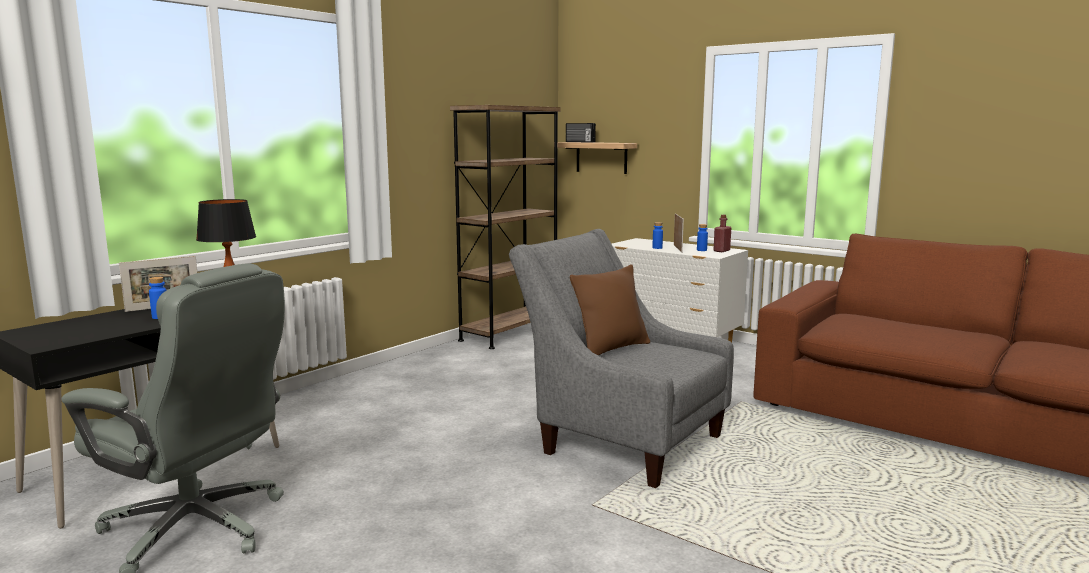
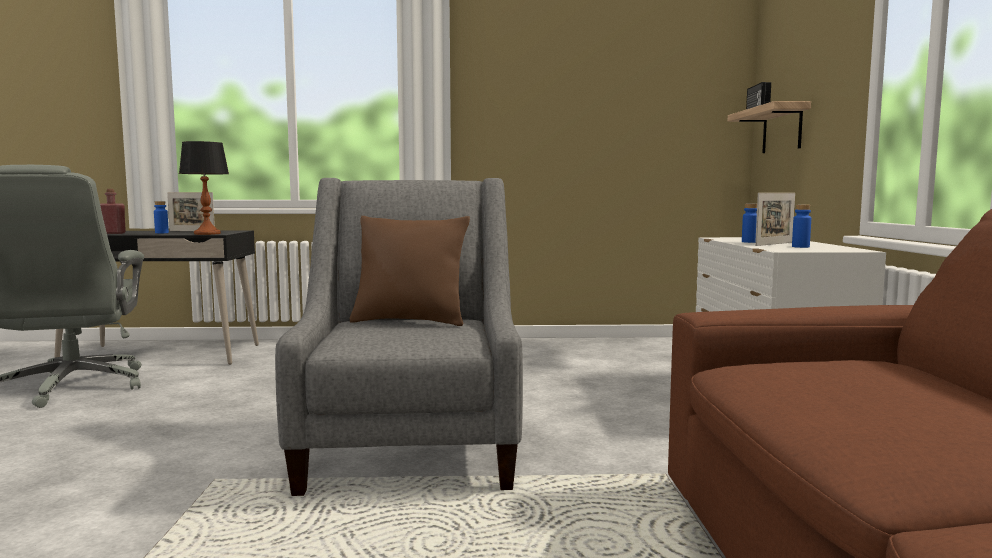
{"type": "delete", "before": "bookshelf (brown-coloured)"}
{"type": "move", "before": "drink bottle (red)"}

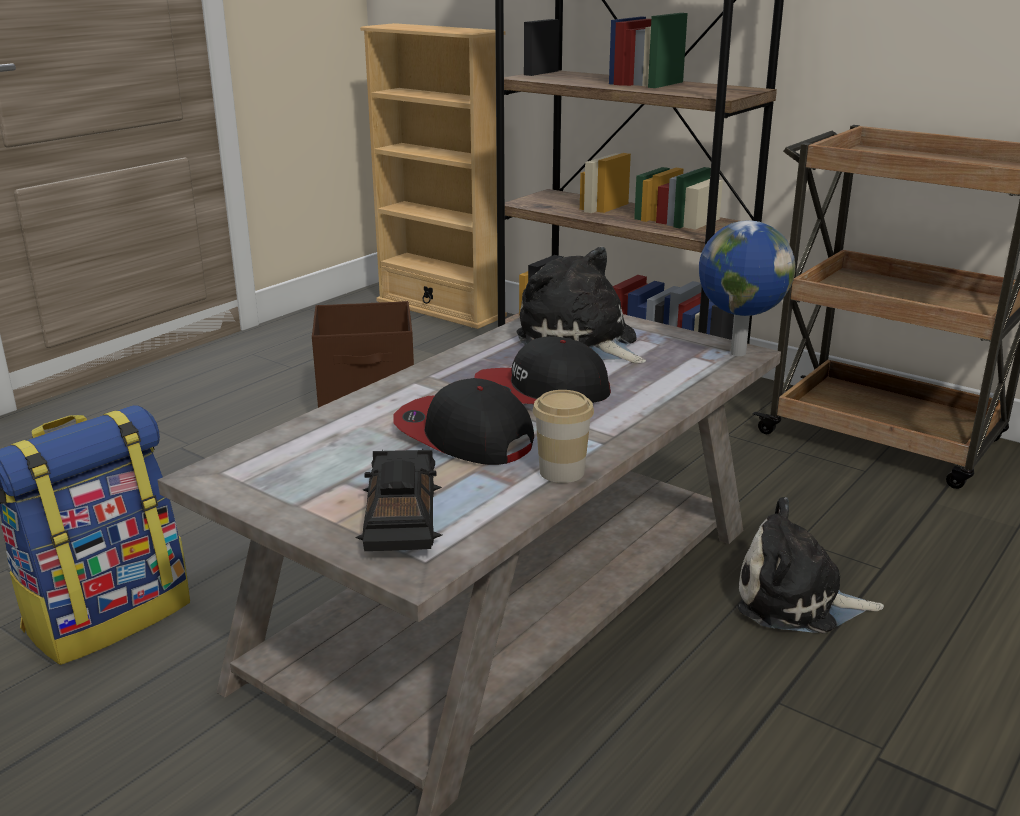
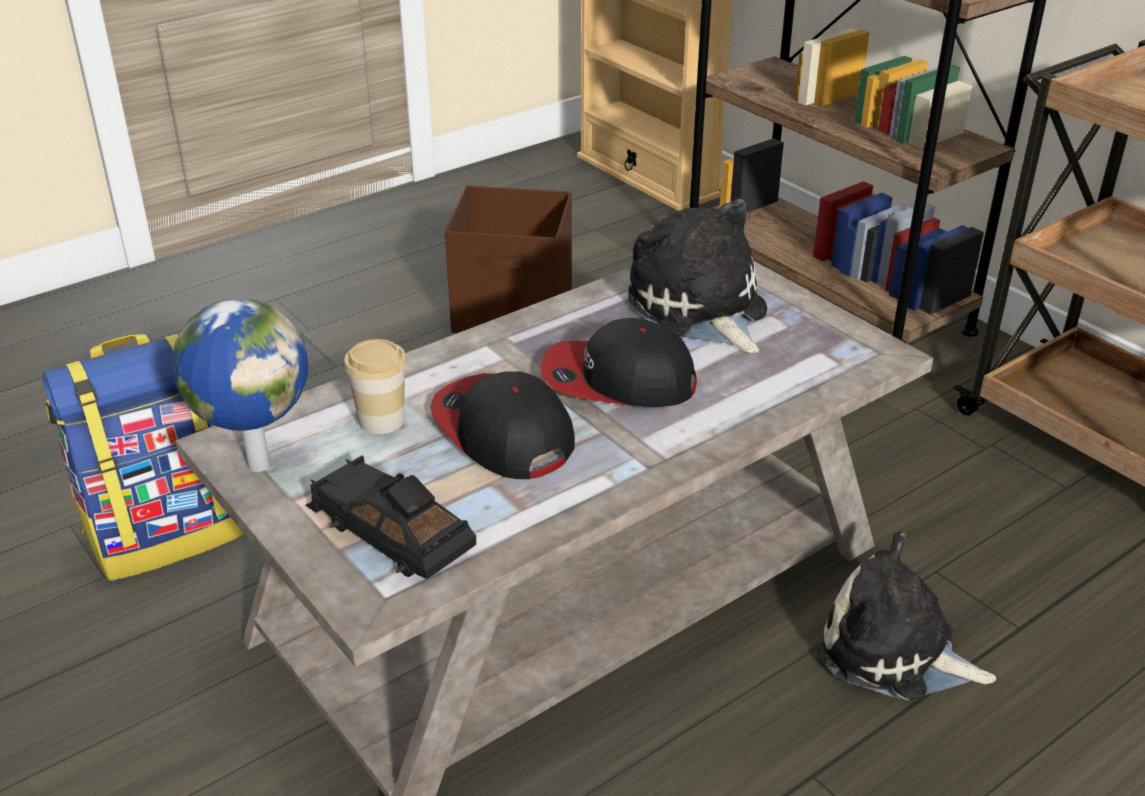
{"type": "move", "before": "small cup"}
{"type": "move", "before": "desk globe"}
{"type": "rotate", "before": "model car (black)", "turn": -60}

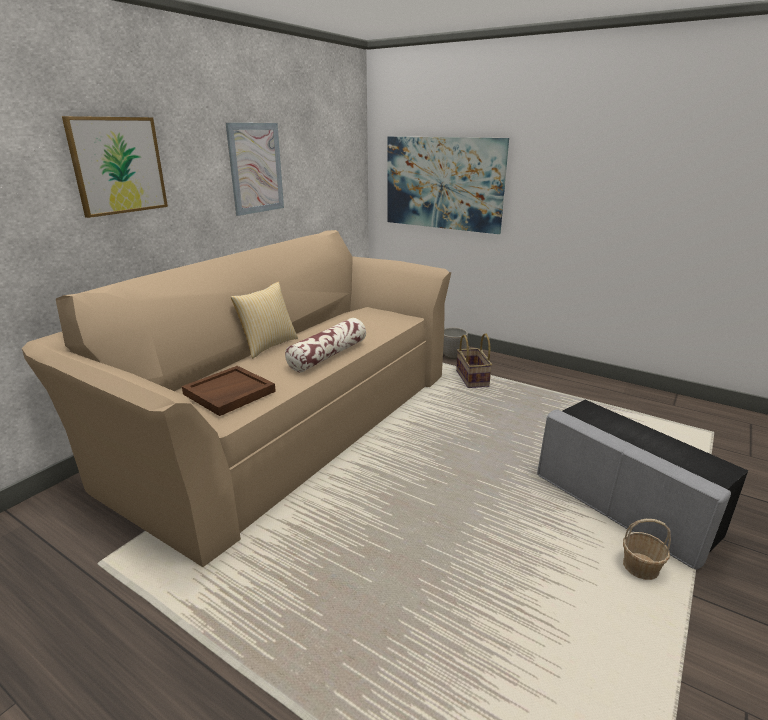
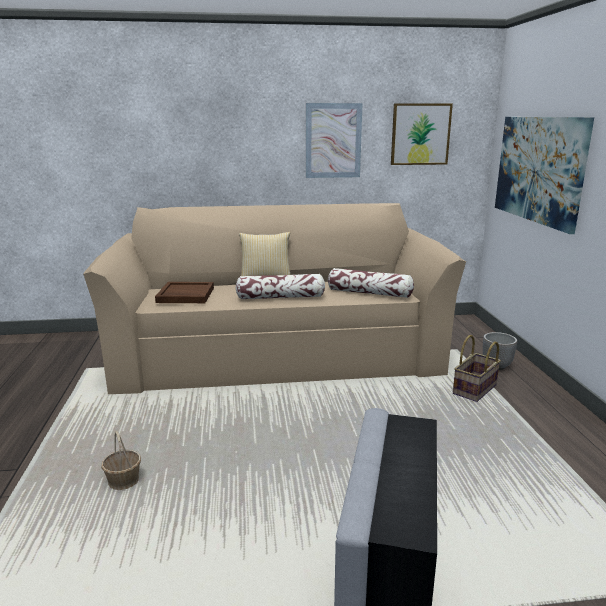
{"type": "insert", "after": "cushion (3rd from left)"}
{"type": "move", "before": "wall picture (1st from left in the first image)", "after": "wall picture (2nd from left)"}
{"type": "move", "before": "basket (2nd from left in the first image)", "after": "basket (1st from left)"}

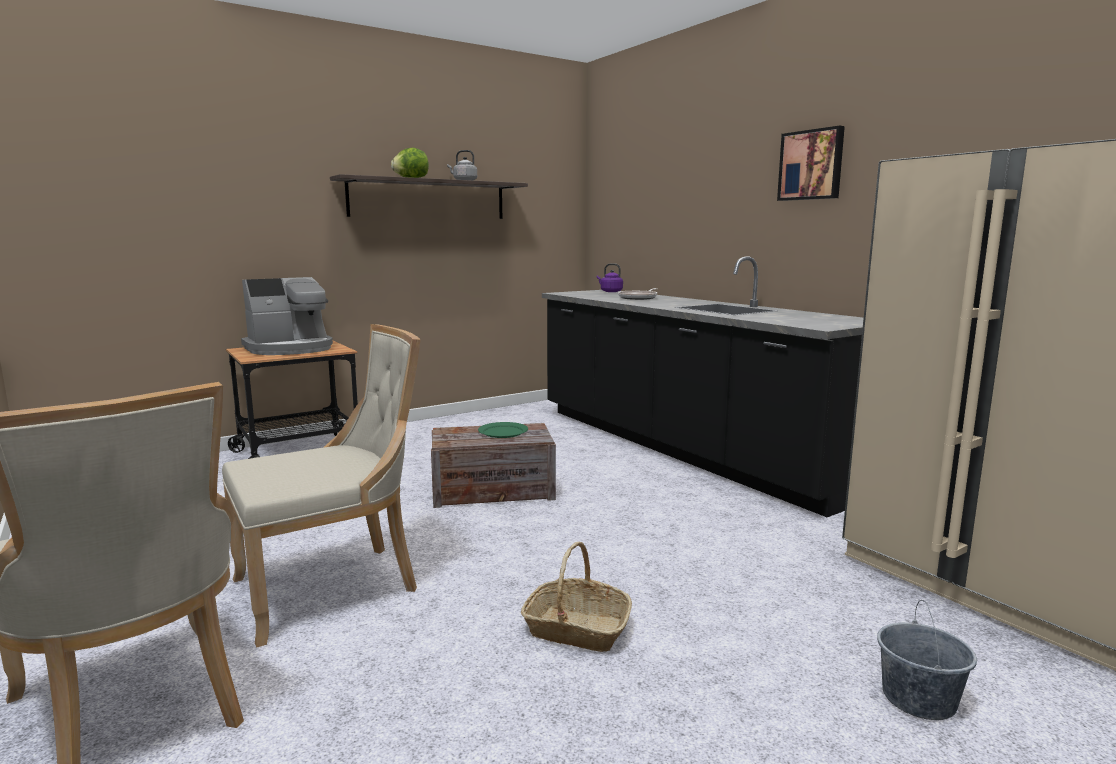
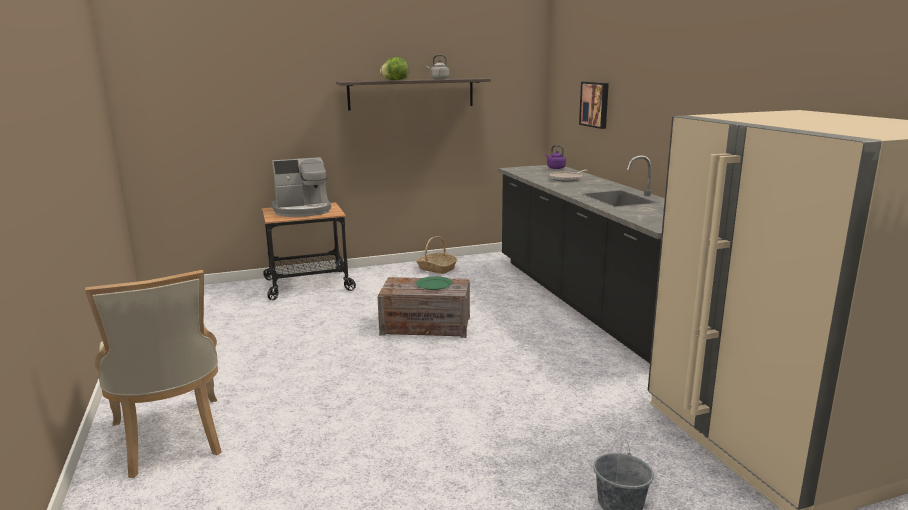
{"type": "delete", "before": "upright chair (sand-coloured) (2nd from left)"}
{"type": "move", "before": "basket"}
{"type": "move", "before": "wall picture"}

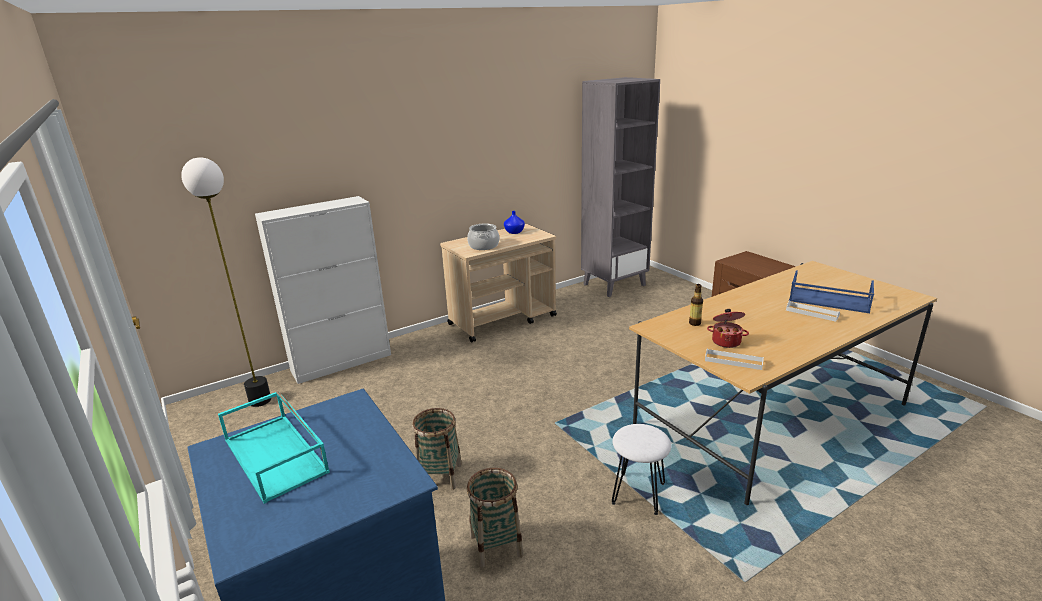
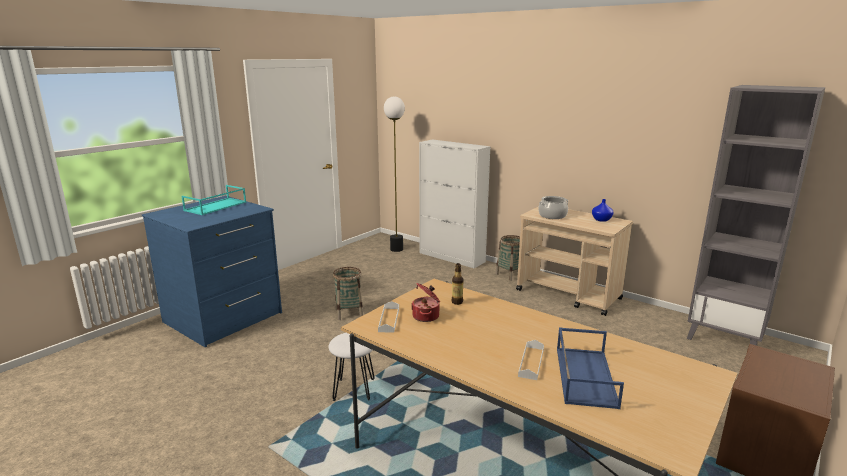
{"type": "move", "before": "basket (2nd from left)"}

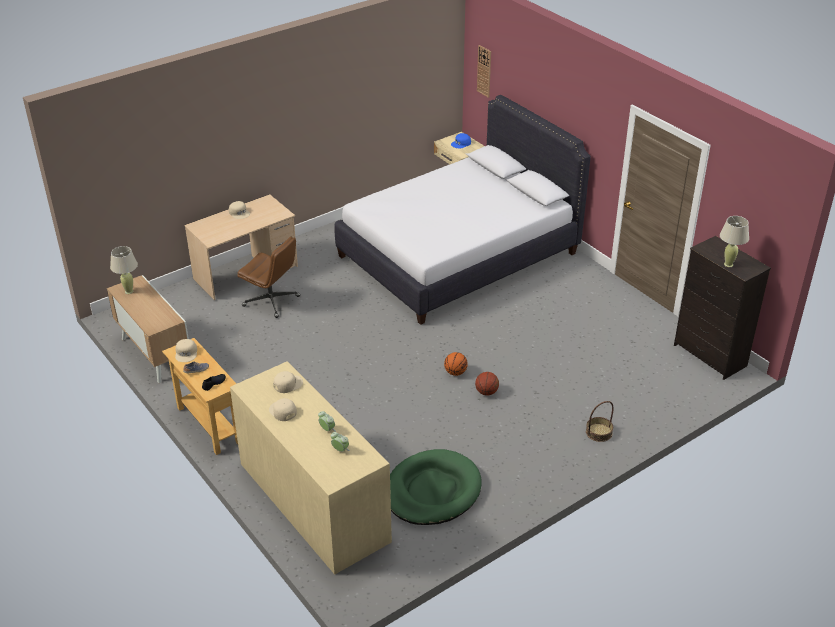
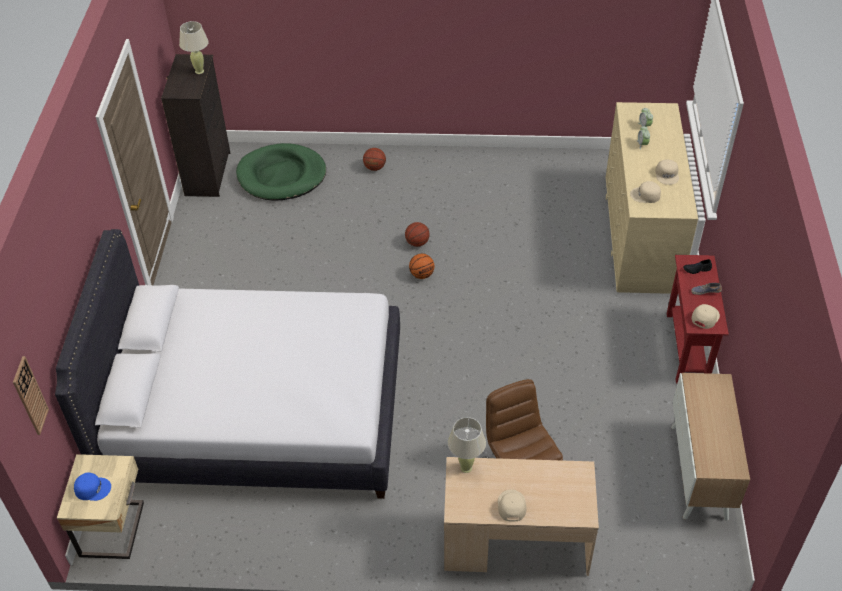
{"type": "move", "before": "tabletop lamp (sand-coloured) (1st from left in the first image)", "after": "tabletop lamp (sand-coloured) (2nd from left)"}
{"type": "move", "before": "dog bed (greenish)"}
{"type": "replace", "before": "basket", "after": "basketball ball (1st from left)"}
{"type": "recolor", "before": "narrow table (sand-coloured)", "after": "narrow table (red)"}

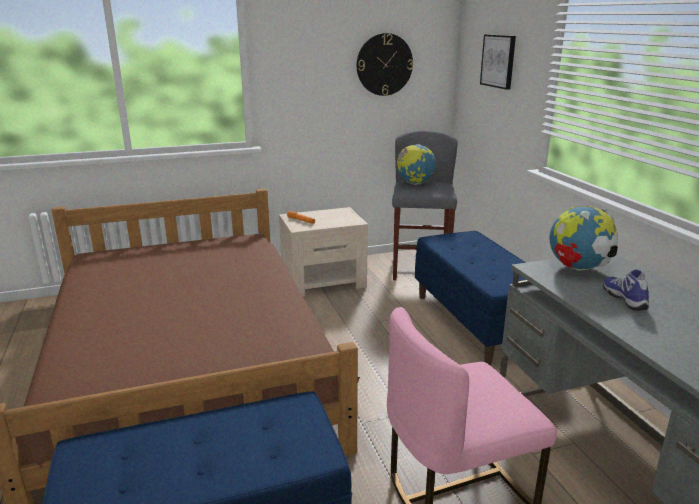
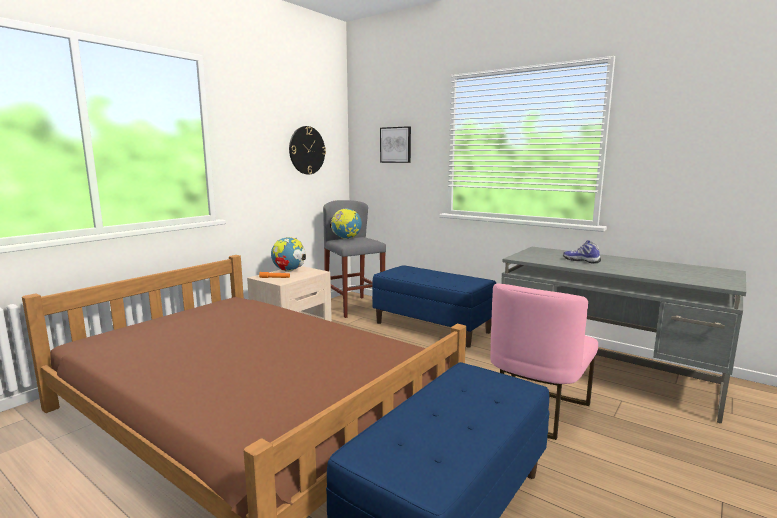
{"type": "move", "before": "desk globe (2nd from left in the first image)", "after": "desk globe (1st from left)"}

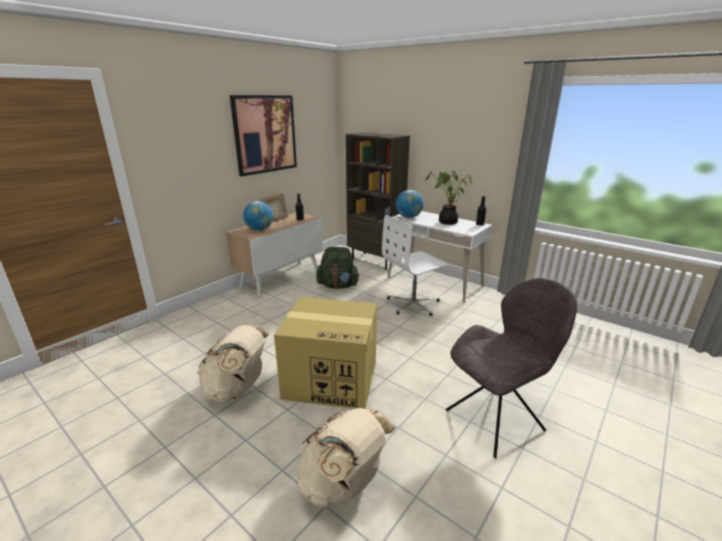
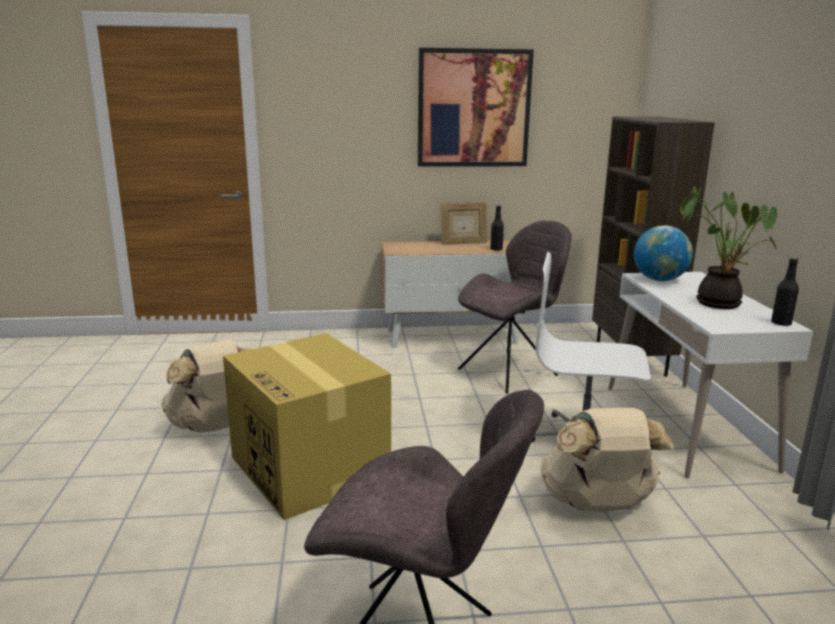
{"type": "delete", "before": "desk globe (1st from left)"}
{"type": "move", "before": "knapsack (sand-coloured) (2nd from left)"}
{"type": "replace", "before": "knapsack (greenish)", "after": "upright chair (grey) (2nd from left)"}

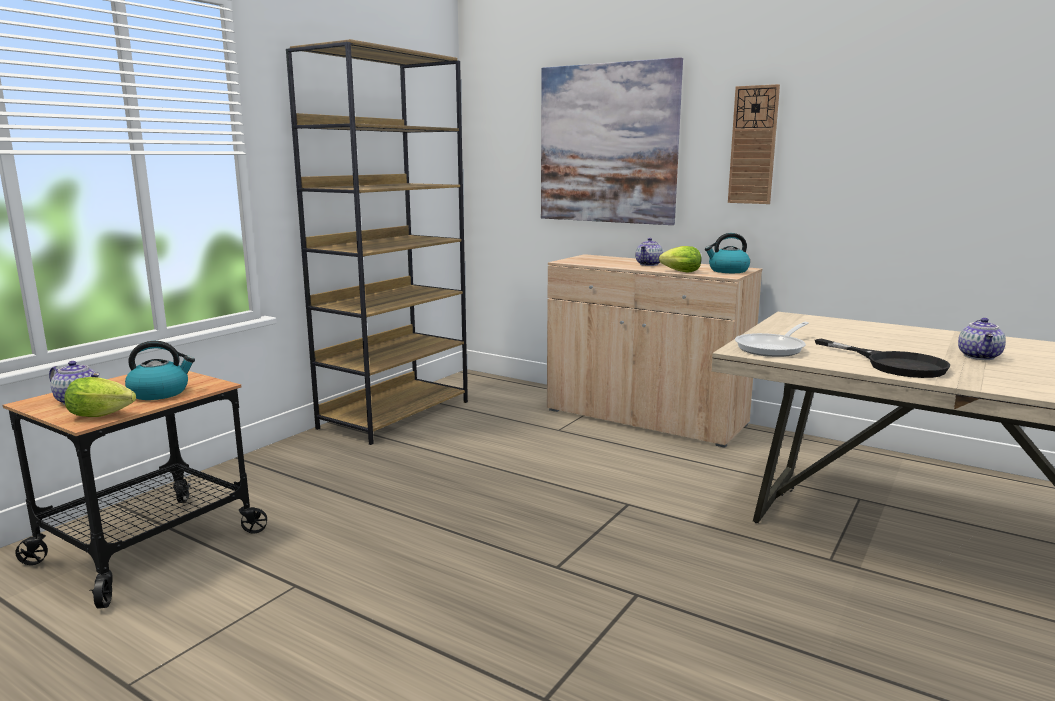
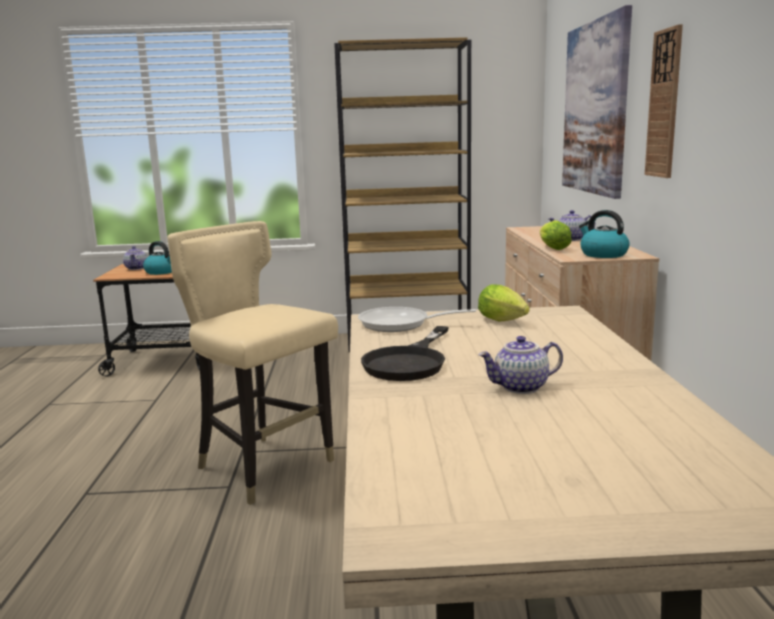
{"type": "insert", "after": "upright chair (sand-coloured)"}
{"type": "move", "before": "head of lettuce (1st from left)"}

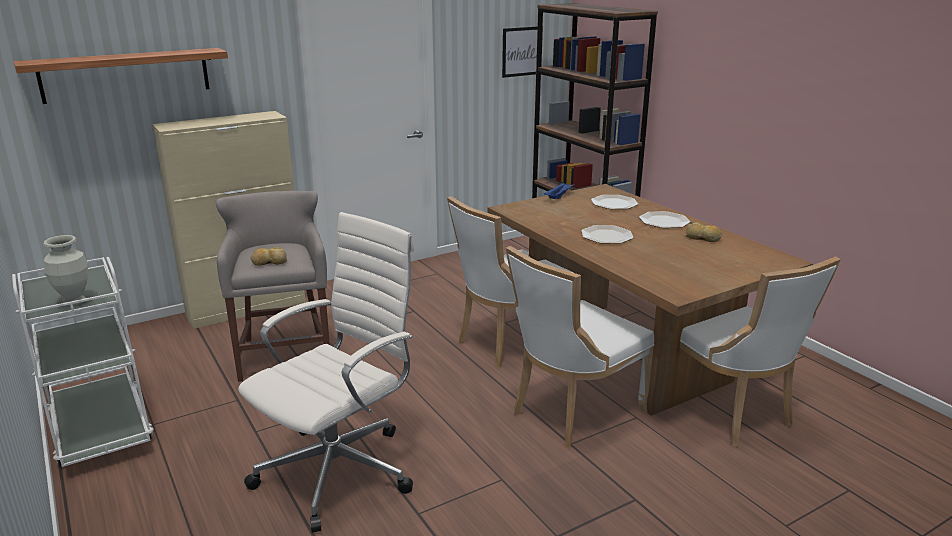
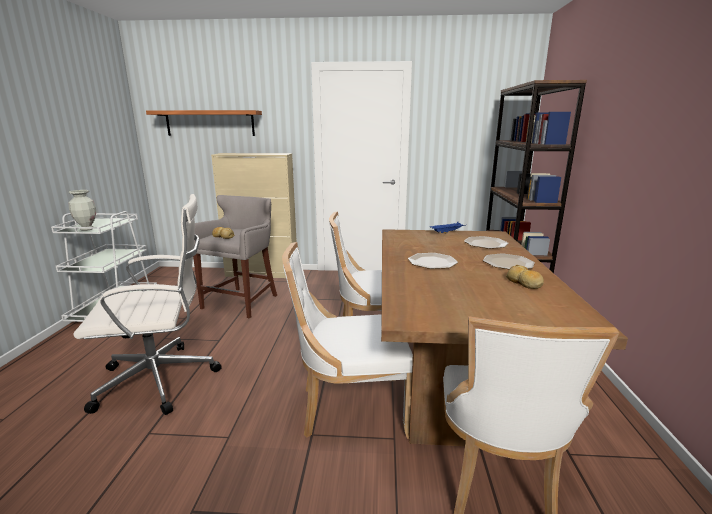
{"type": "delete", "before": "wall picture"}

